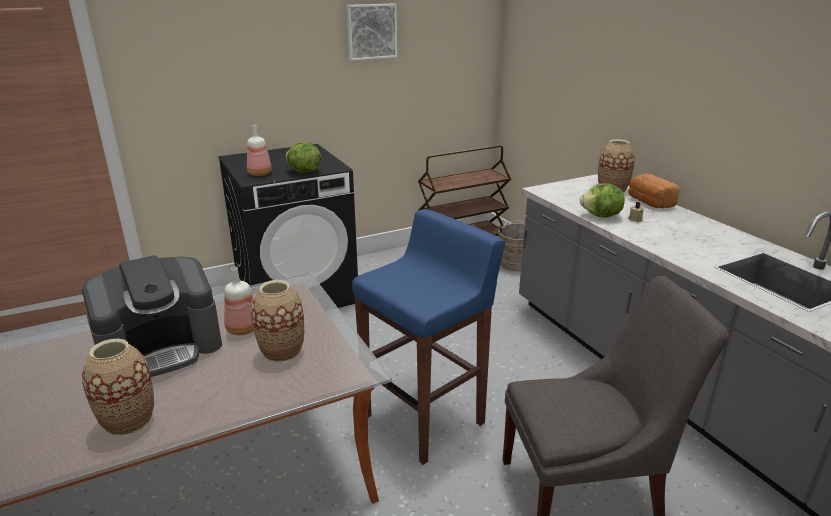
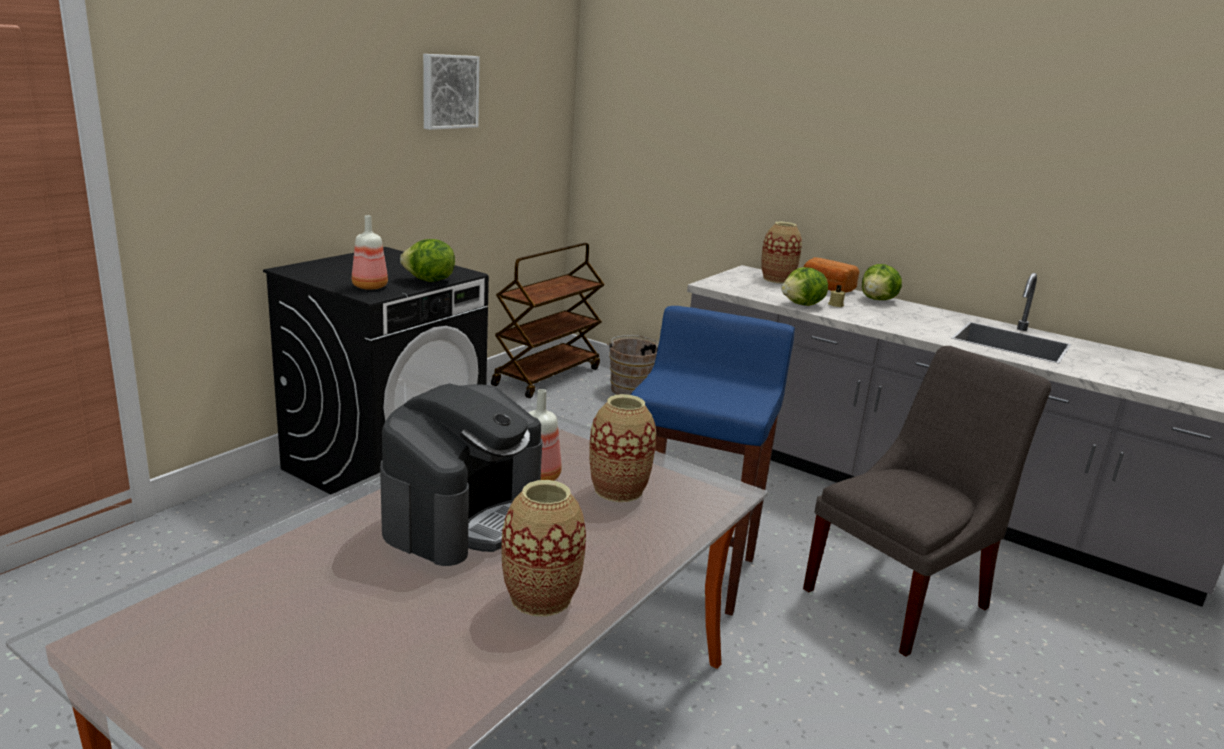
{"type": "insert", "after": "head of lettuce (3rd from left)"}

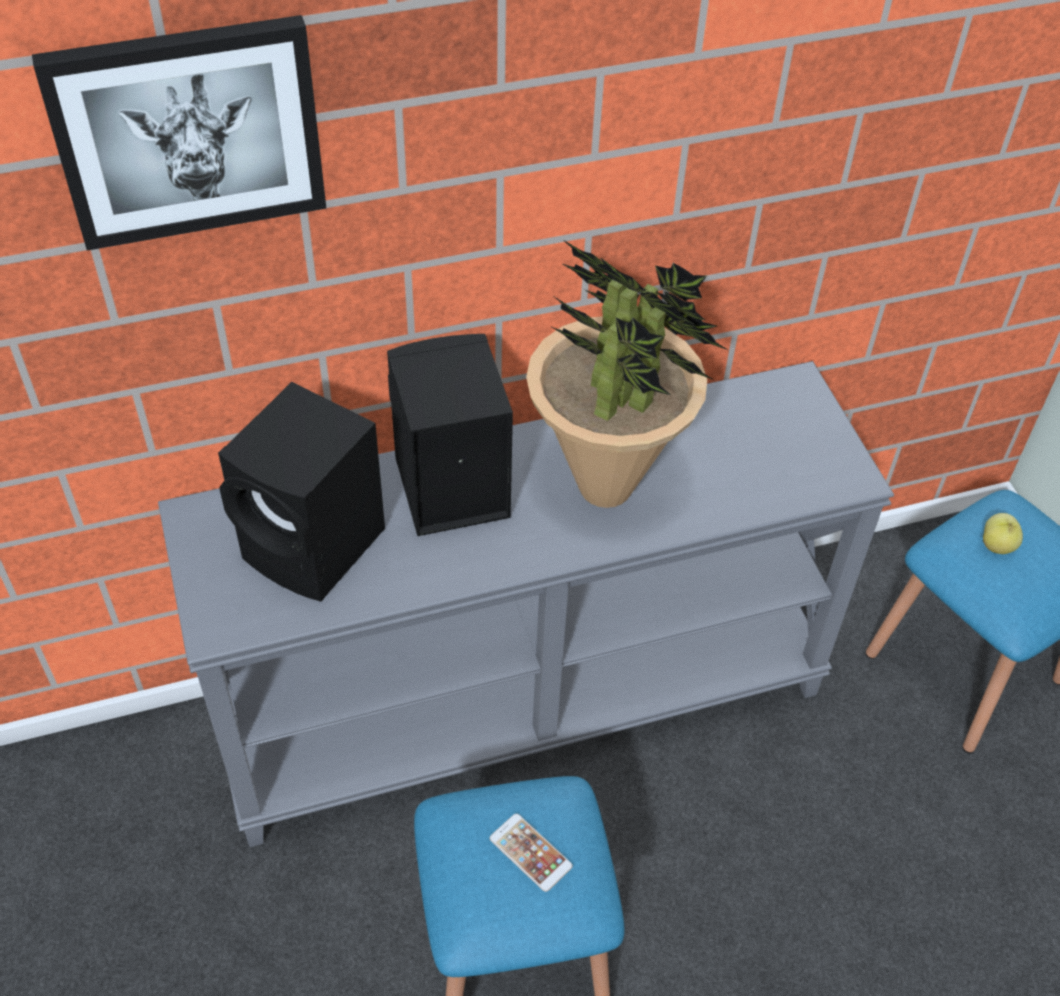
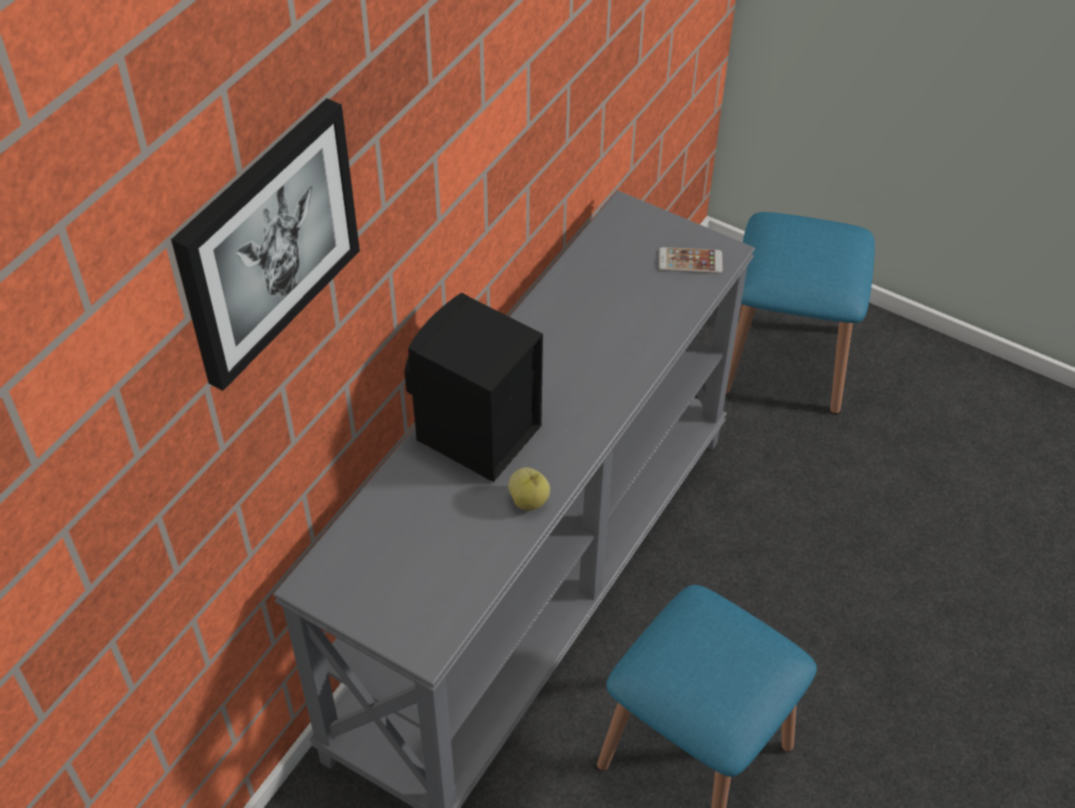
{"type": "delete", "before": "audio speaker (black) (1st from left)"}
{"type": "delete", "before": "houseplant"}
{"type": "move", "before": "telephone"}
{"type": "move", "before": "apple"}

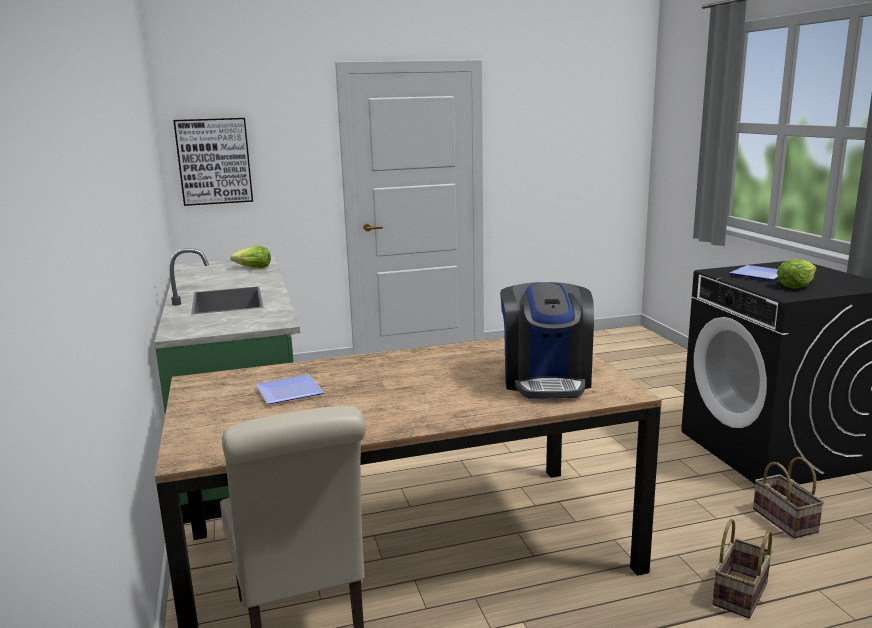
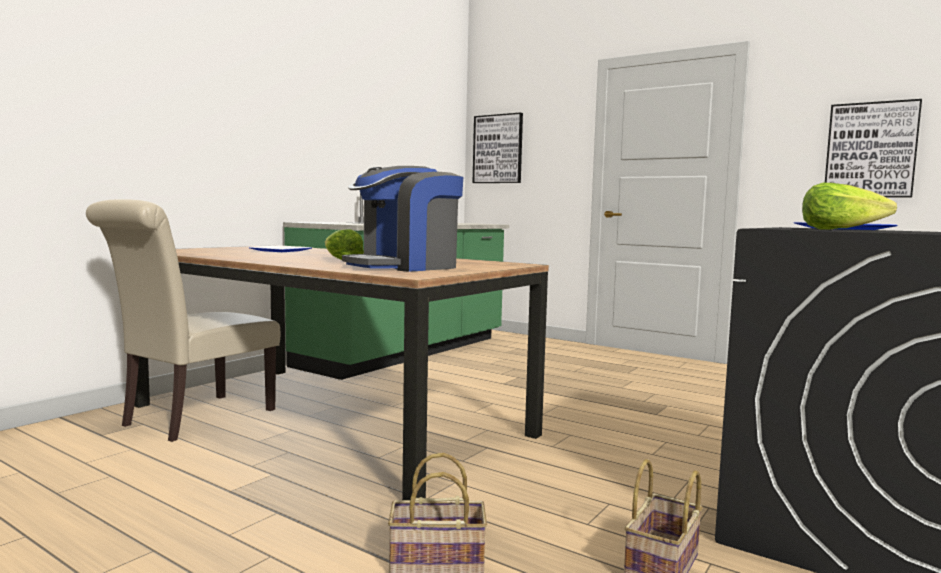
{"type": "insert", "after": "wall picture (2nd from left)"}
{"type": "move", "before": "head of lettuce (1st from left)"}

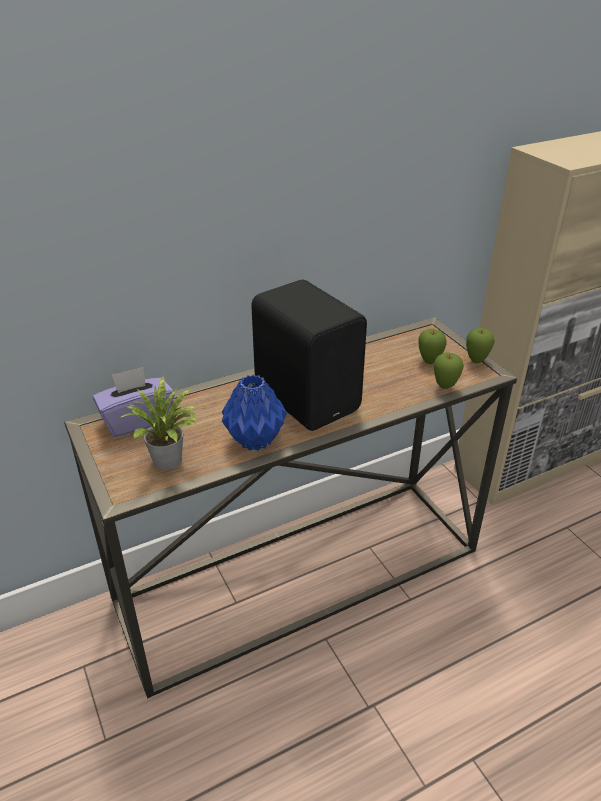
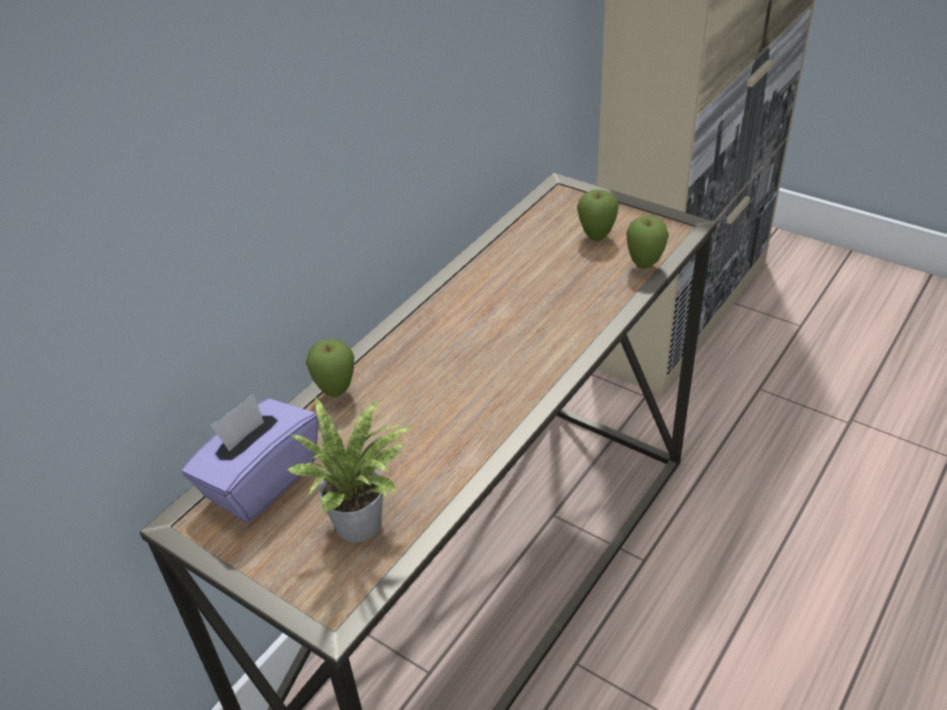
{"type": "delete", "before": "flower vase (bluish)"}
{"type": "delete", "before": "audio speaker (black)"}
{"type": "move", "before": "apple (3rd from left in the first image)", "after": "apple (1st from left)"}

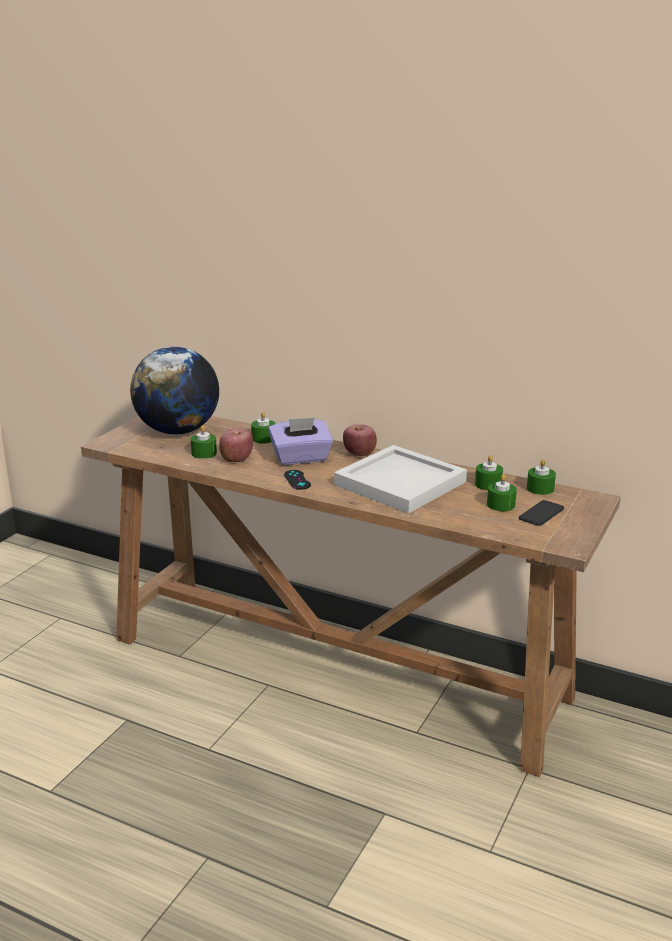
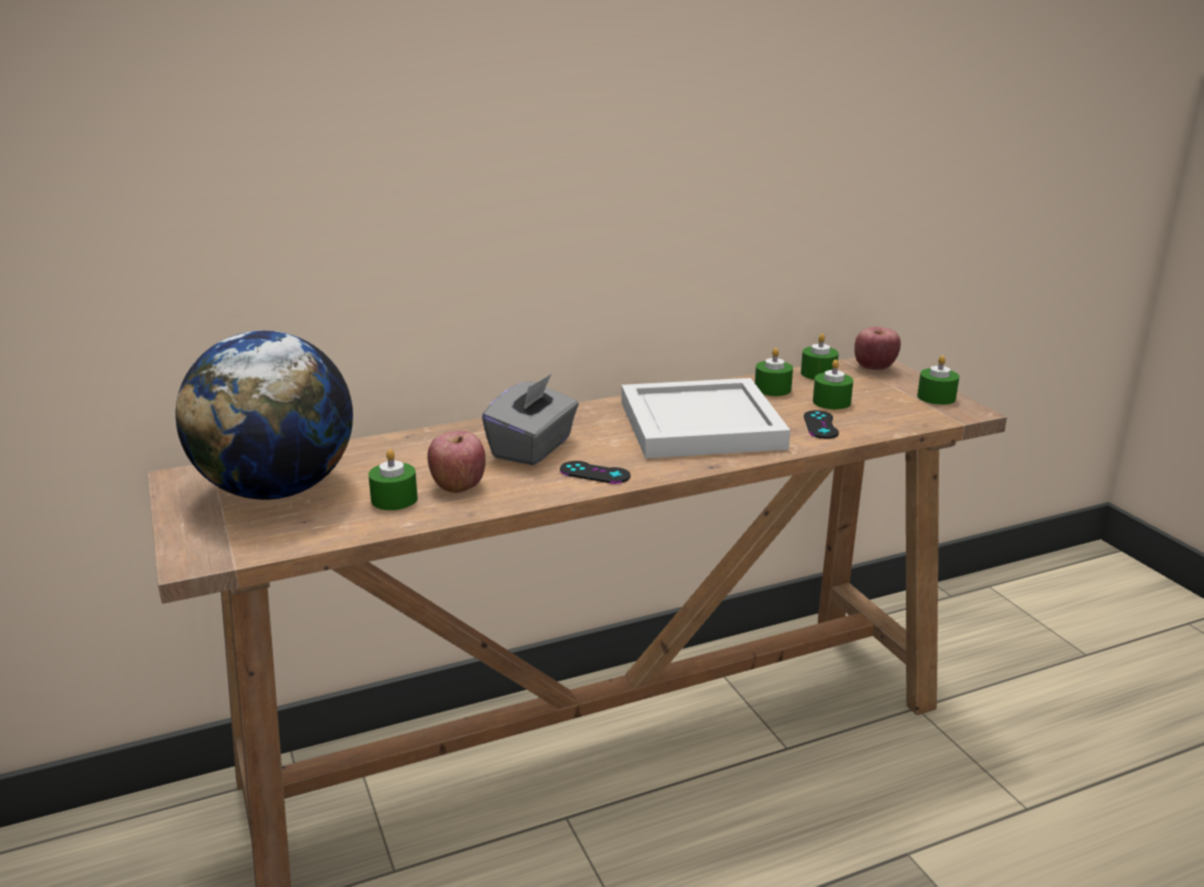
{"type": "delete", "before": "telephone"}
{"type": "insert", "after": "joypad (black) (2nd from left)"}
{"type": "move", "before": "wax candle (greenish) (2nd from left in the first image)", "after": "wax candle (greenish) (5th from left)"}
{"type": "move", "before": "apple (2nd from left)"}
{"type": "recolor", "before": "box of tissues (purple-coloured)", "after": "box of tissues (grey)"}

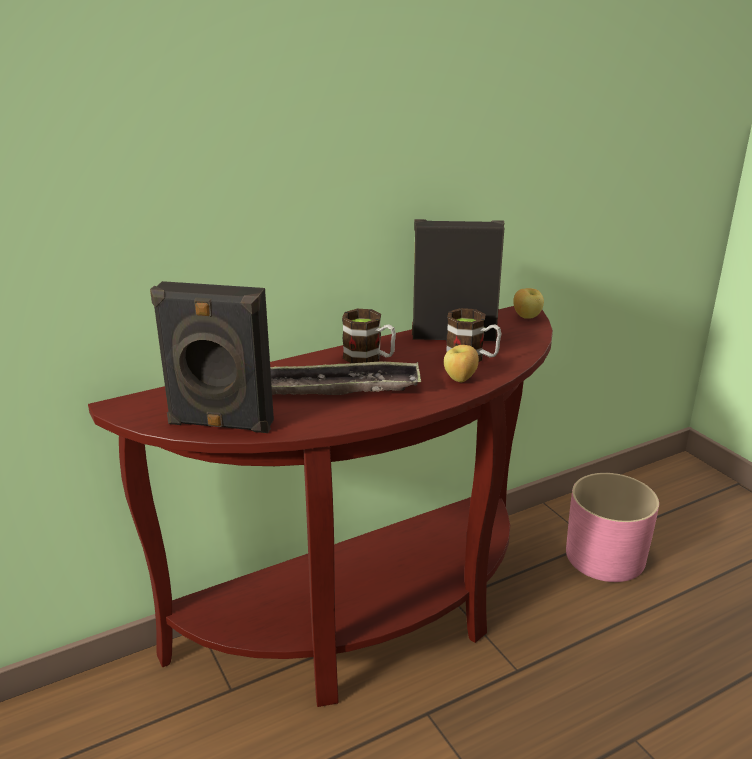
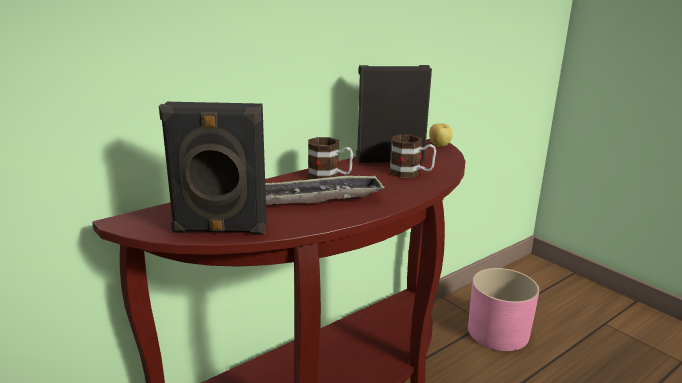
{"type": "delete", "before": "apple (1st from left)"}

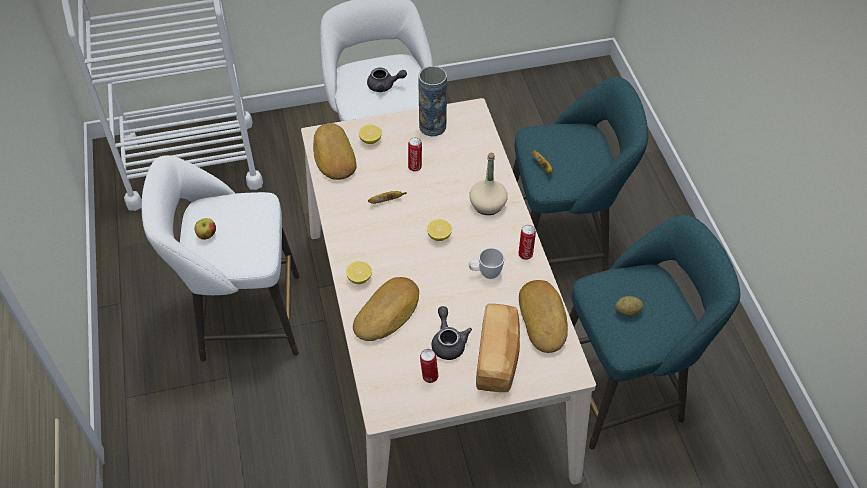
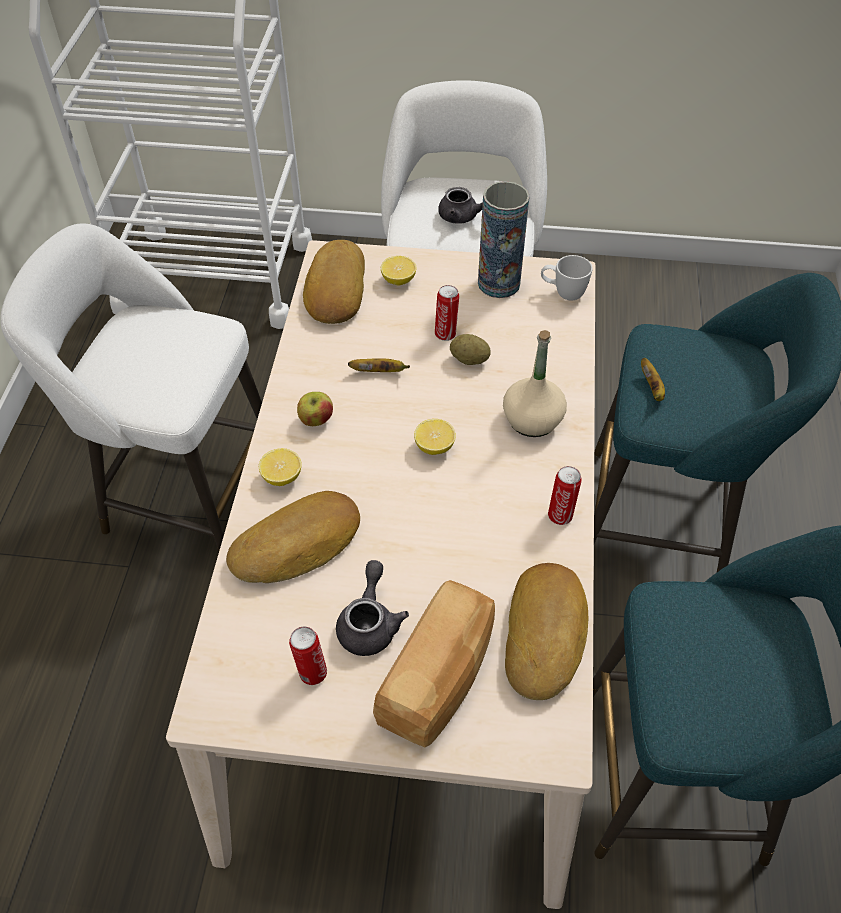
{"type": "move", "before": "apple"}
{"type": "move", "before": "mug (white-coloured)"}
{"type": "move", "before": "spud"}

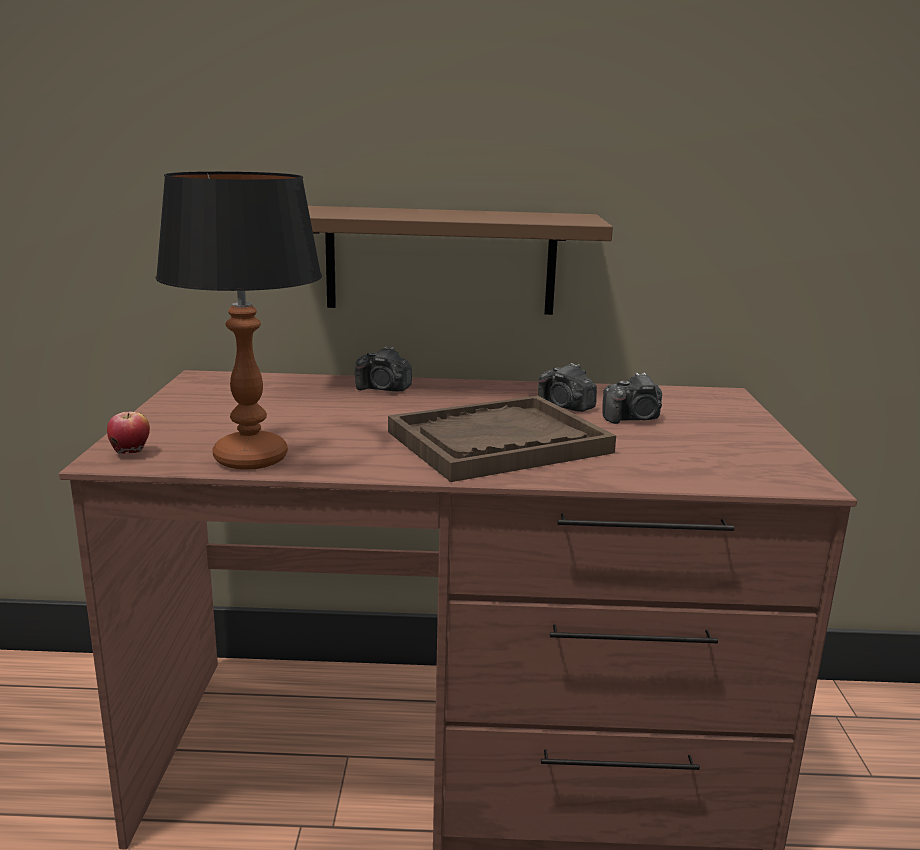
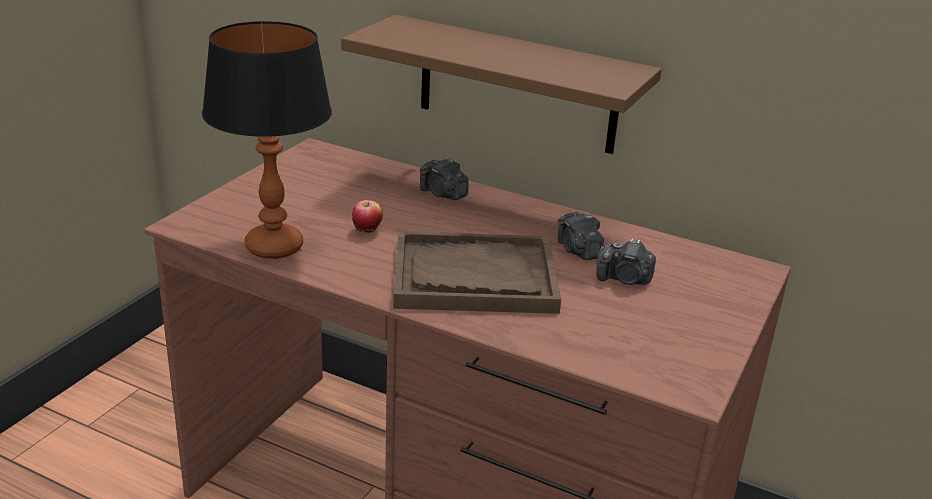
{"type": "move", "before": "apple"}

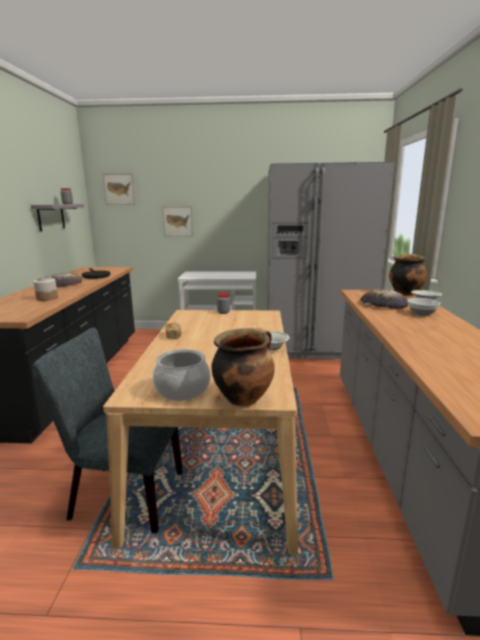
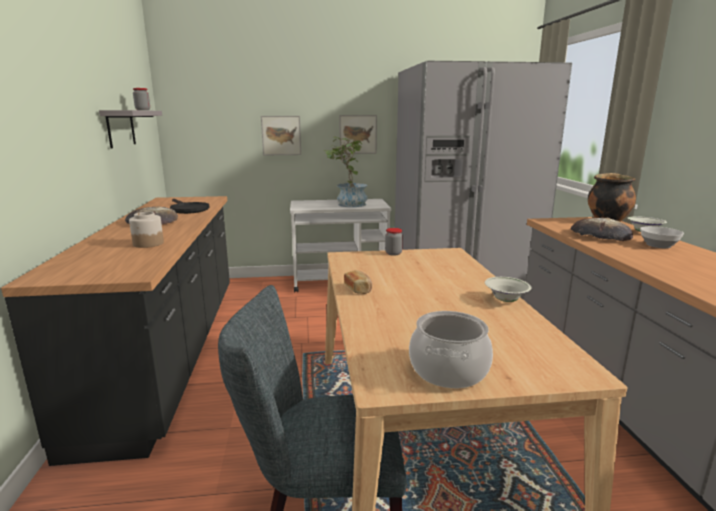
{"type": "delete", "before": "cooking pot (2nd from left)"}
{"type": "insert", "after": "houseplant"}
{"type": "move", "before": "wall picture (1st from left in the first image)", "after": "wall picture (2nd from left)"}

